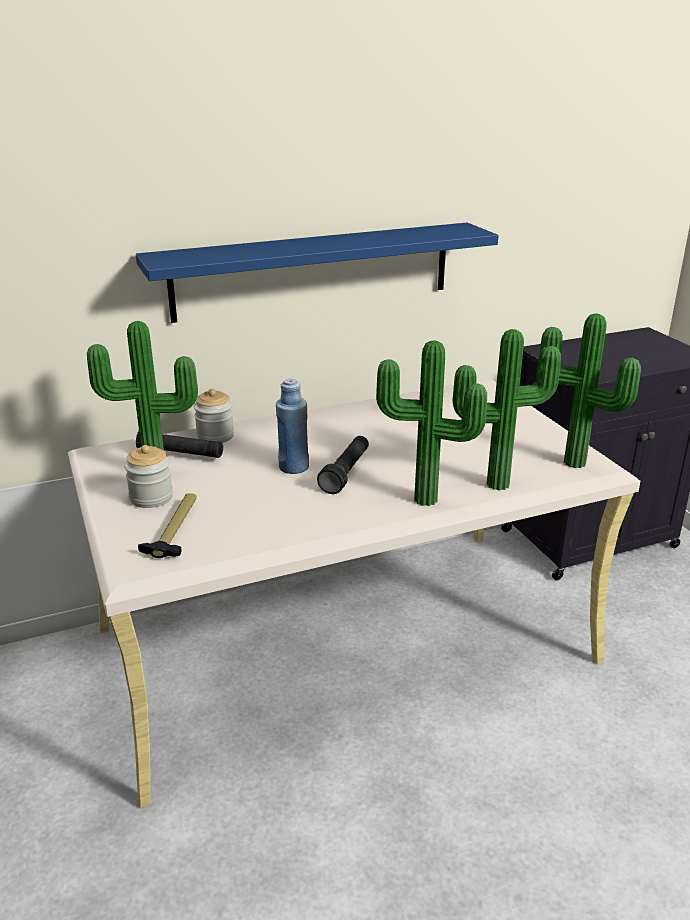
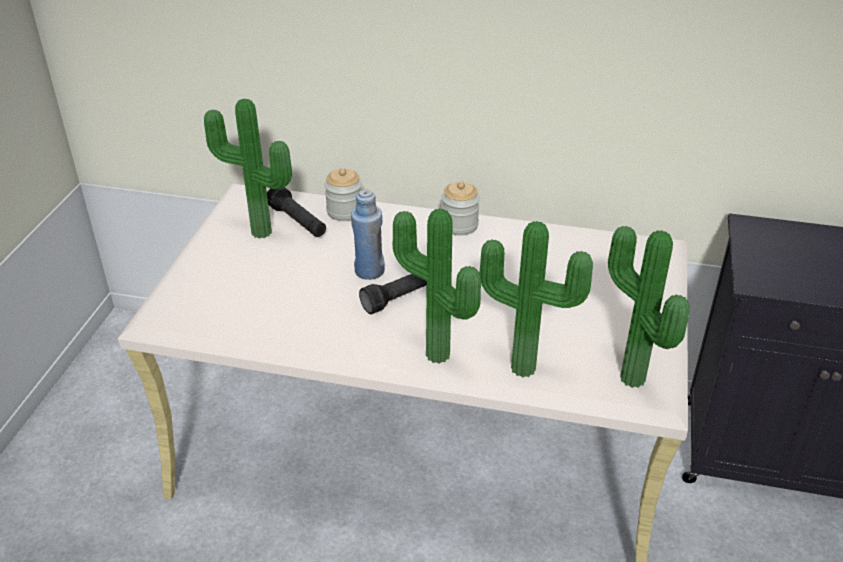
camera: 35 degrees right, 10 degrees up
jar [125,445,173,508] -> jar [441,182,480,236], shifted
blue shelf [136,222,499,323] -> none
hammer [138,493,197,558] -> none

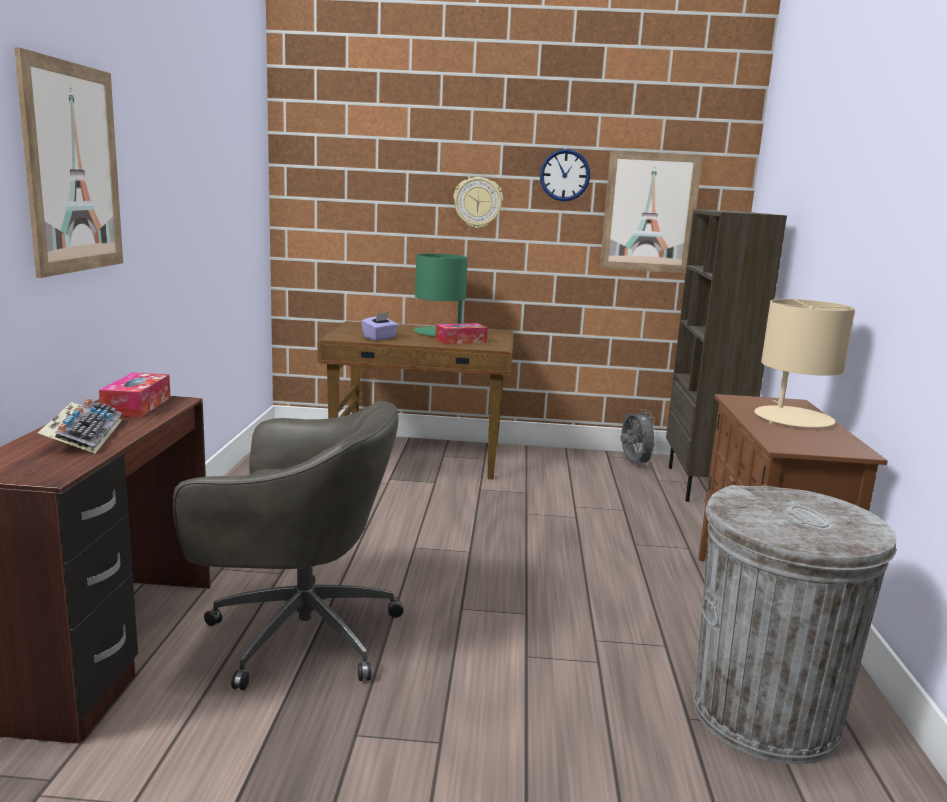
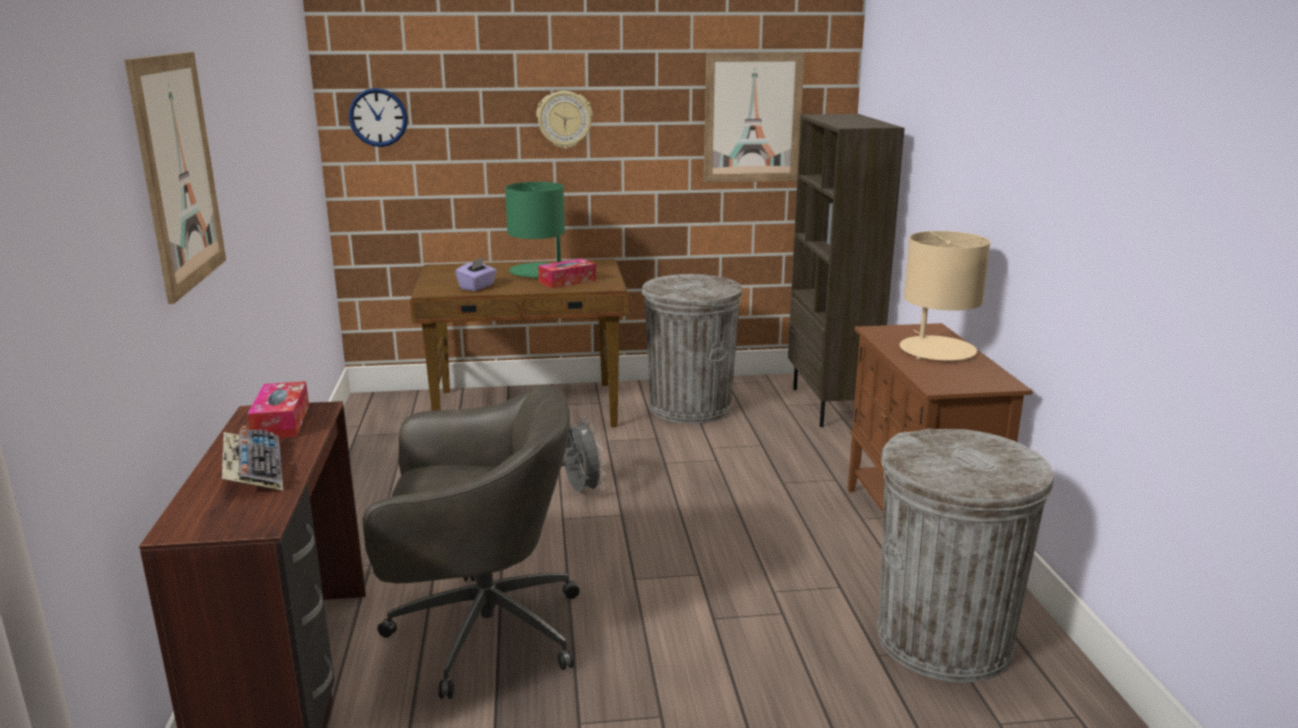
camera: 10 degrees left, 5 degrees up
wall clock [540,149,590,201] -> wall clock [349,88,408,147], shifted
grey fan [620,409,659,466] -> grey fan [561,417,606,494], shifted
none -> grey trash can [642,274,743,424]

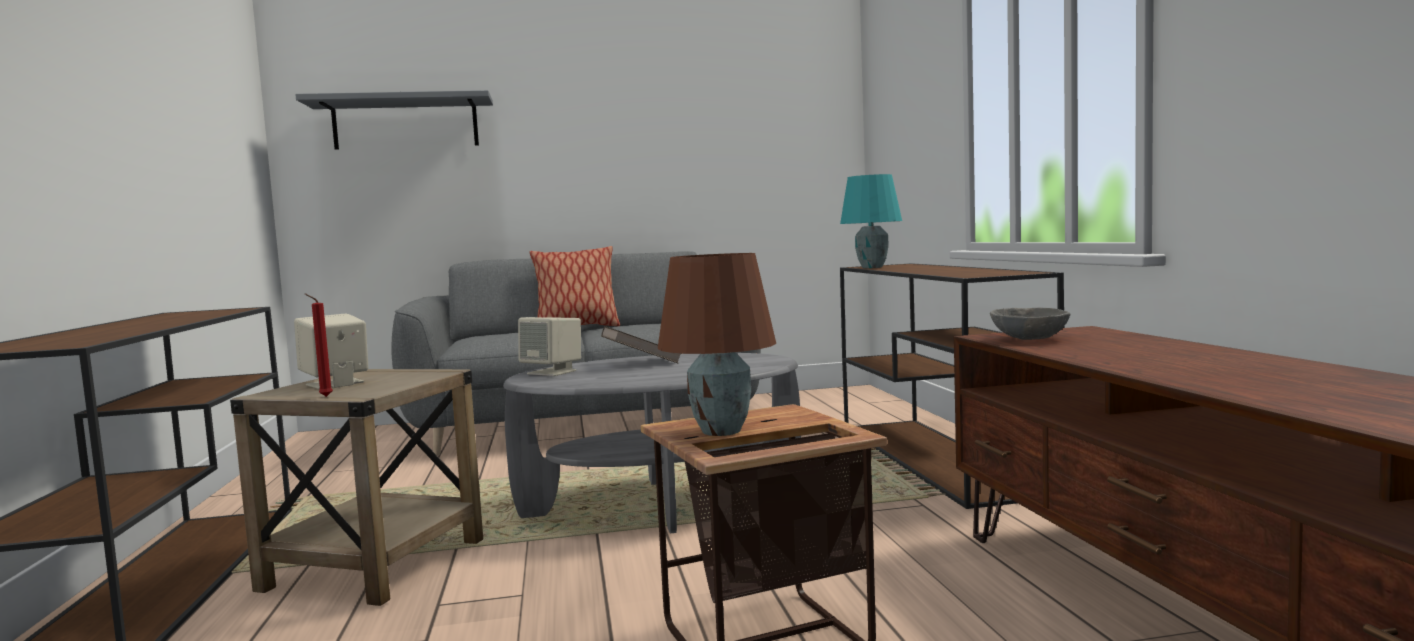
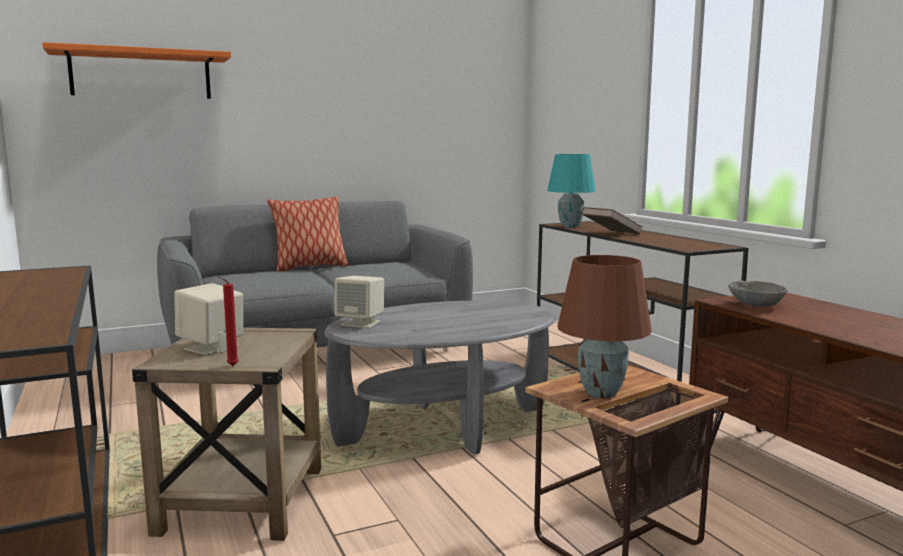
camera: 15 degrees left, 5 degrees up
grey shelf [295,90,493,150] -> orange shelf [42,42,231,99]
brown book [601,326,682,363] -> brown book [582,207,642,234], shifted

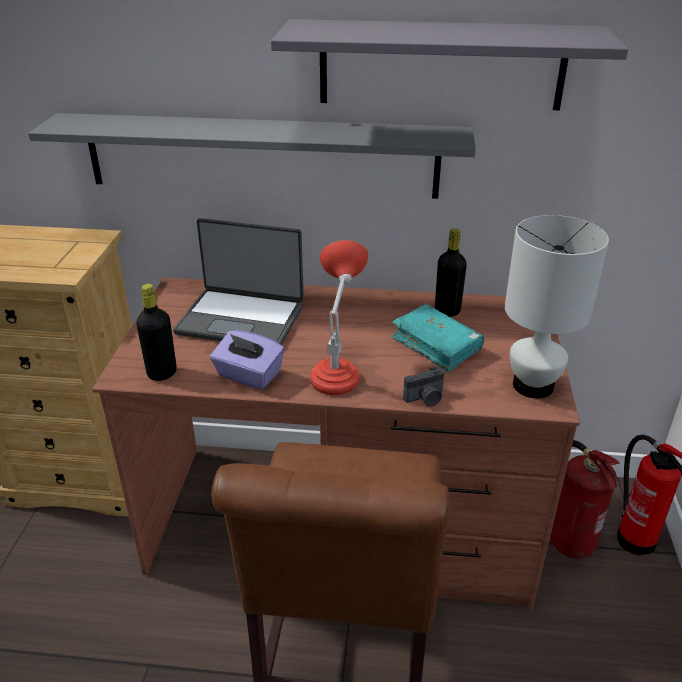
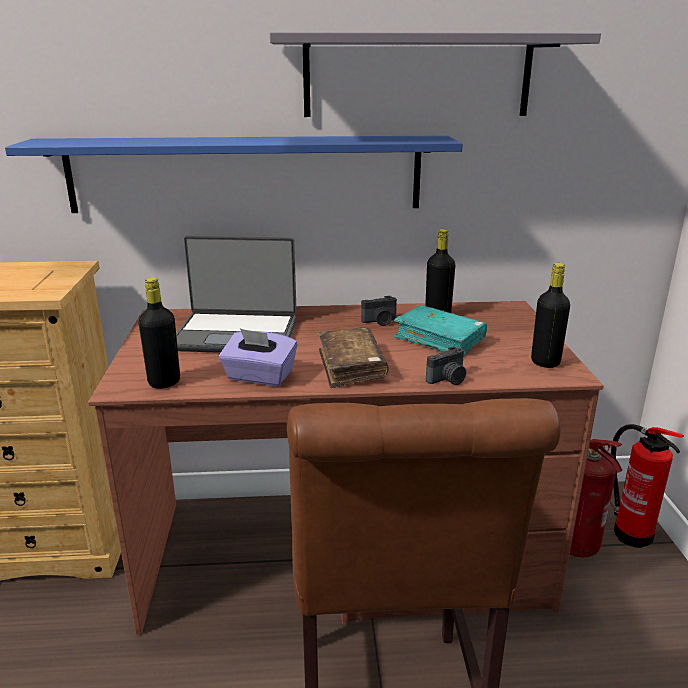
camera: 10 degrees left, 10 degrees down
grey shelf [28,113,476,199] -> blue shelf [5,135,463,213]
red table lamp [310,240,368,395] -> brown book [317,327,388,388]
white table lamp [505,215,609,399] -> black bottle [531,263,570,368]
none -> photo camera [361,296,397,326]

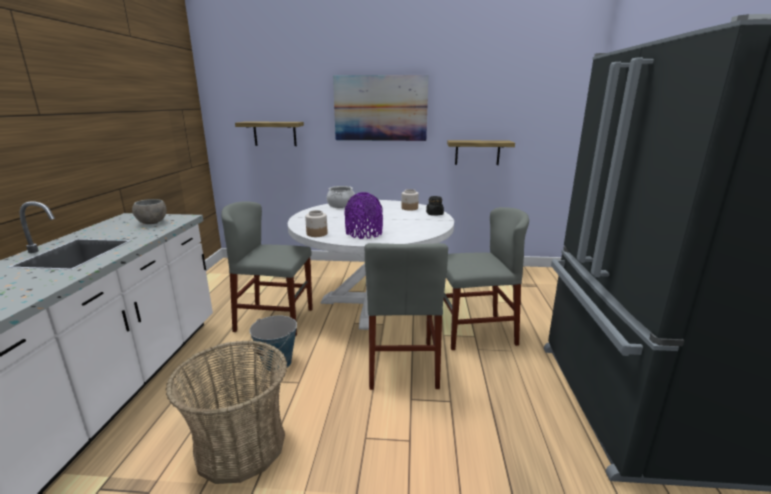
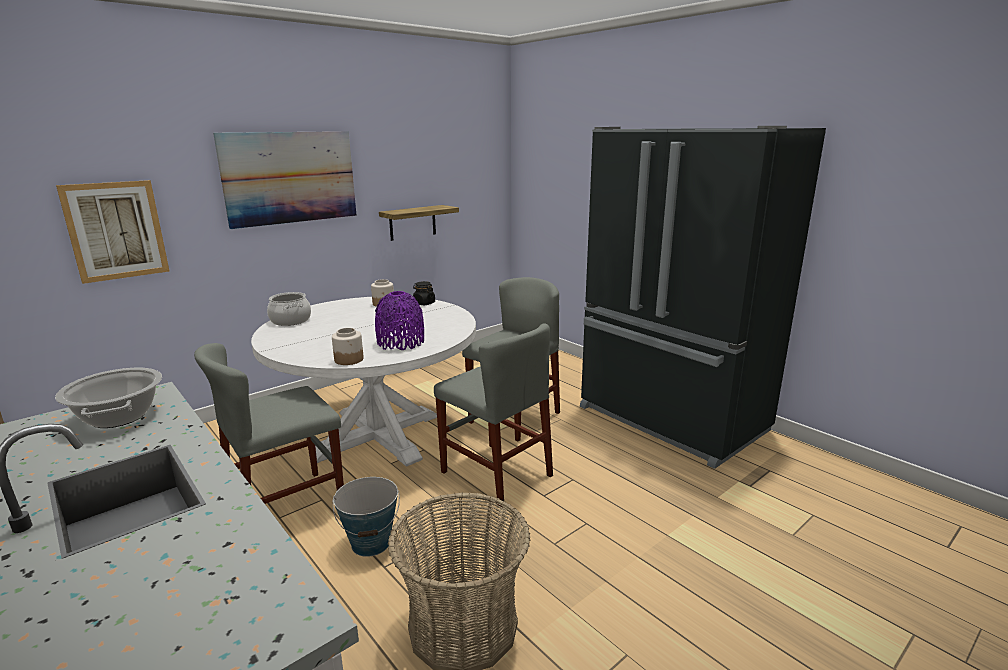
camera: 45 degrees left, 0 degrees up
grey bowl [132,199,167,224] -> cooking pot [55,368,162,428]
shelf [235,122,304,146] -> picture [56,180,170,284]

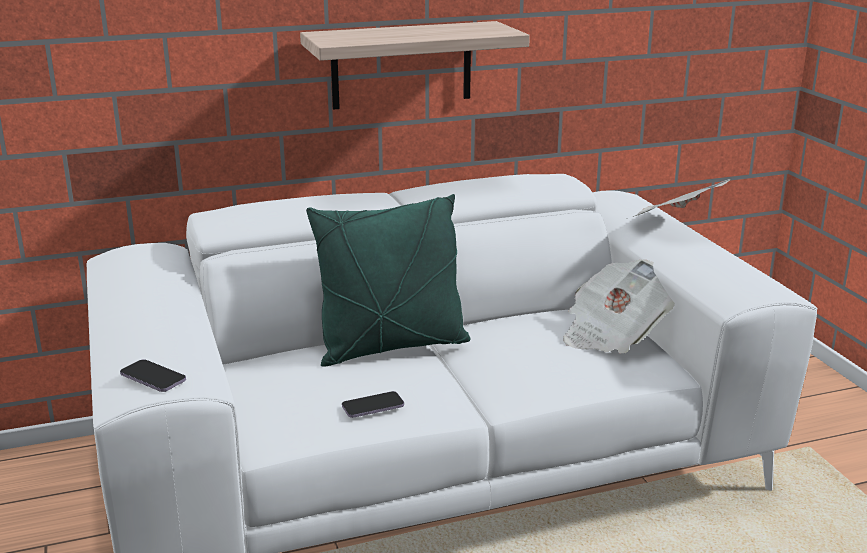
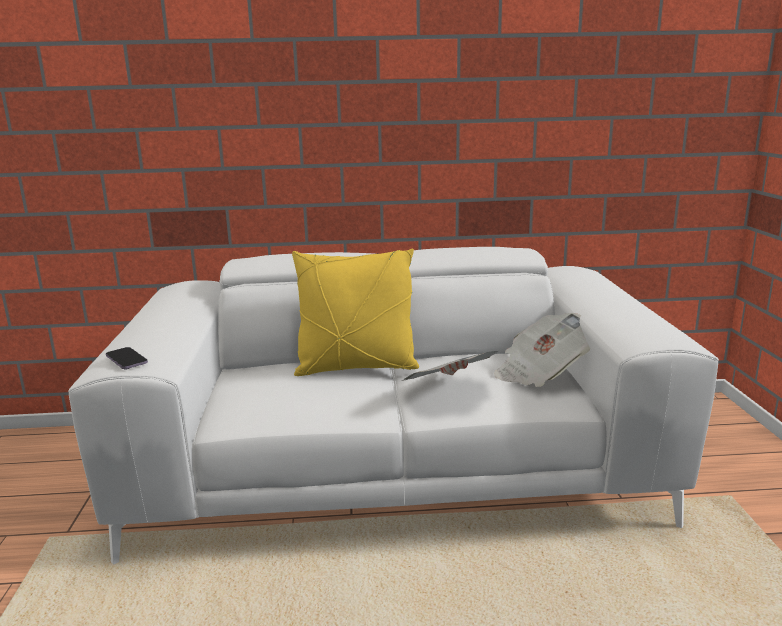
camera: 15 degrees right, 5 degrees down
shelf [300,21,530,110] -> none
green pillow [306,194,470,367] -> yellow pillow [292,249,419,376]
phone [342,391,404,418] -> none
newspaper [627,179,731,219] -> newspaper [402,351,499,381], shifted

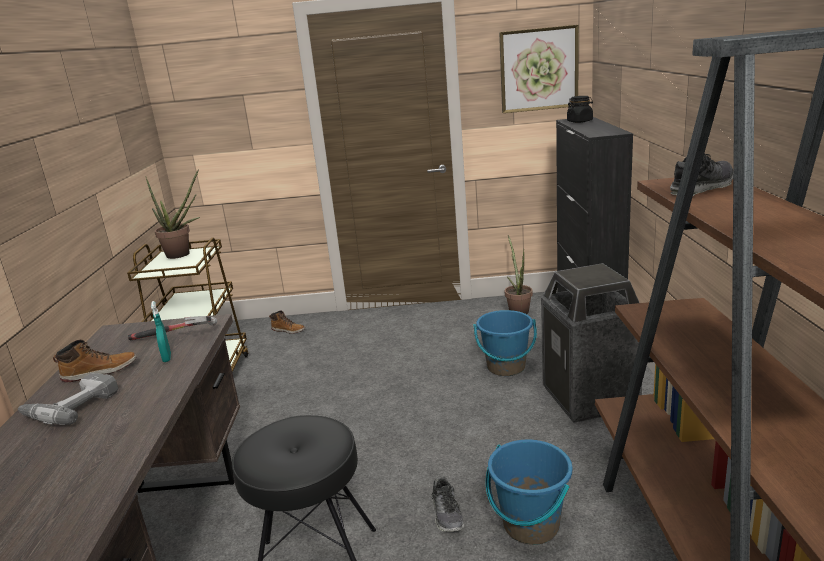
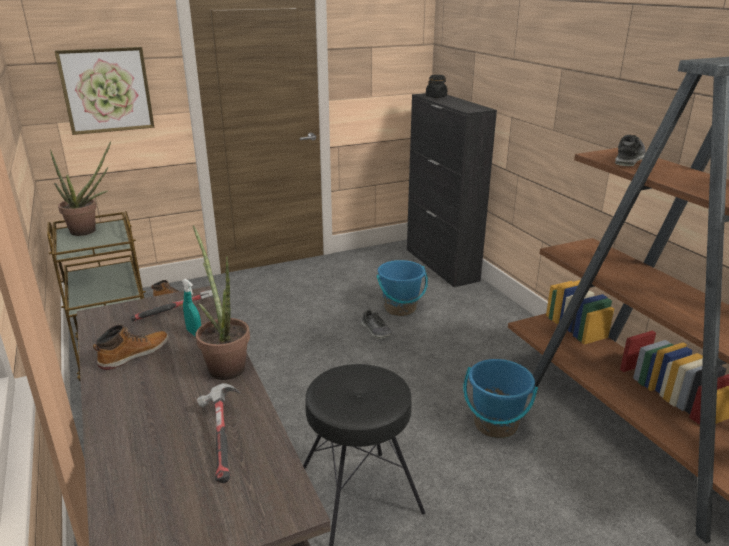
camera: 25 degrees left, 5 degrees up
power drill [18,373,118,425] -> none
shoe [432,476,464,532] -> shoe [361,309,392,339], shifted
picture [499,25,579,113] -> picture [55,47,154,135], shifted
potted plant [505,235,533,314] -> potted plant [193,225,250,380], shifted
trash can [541,263,642,423] -> none
none -> hammer [197,383,242,483]

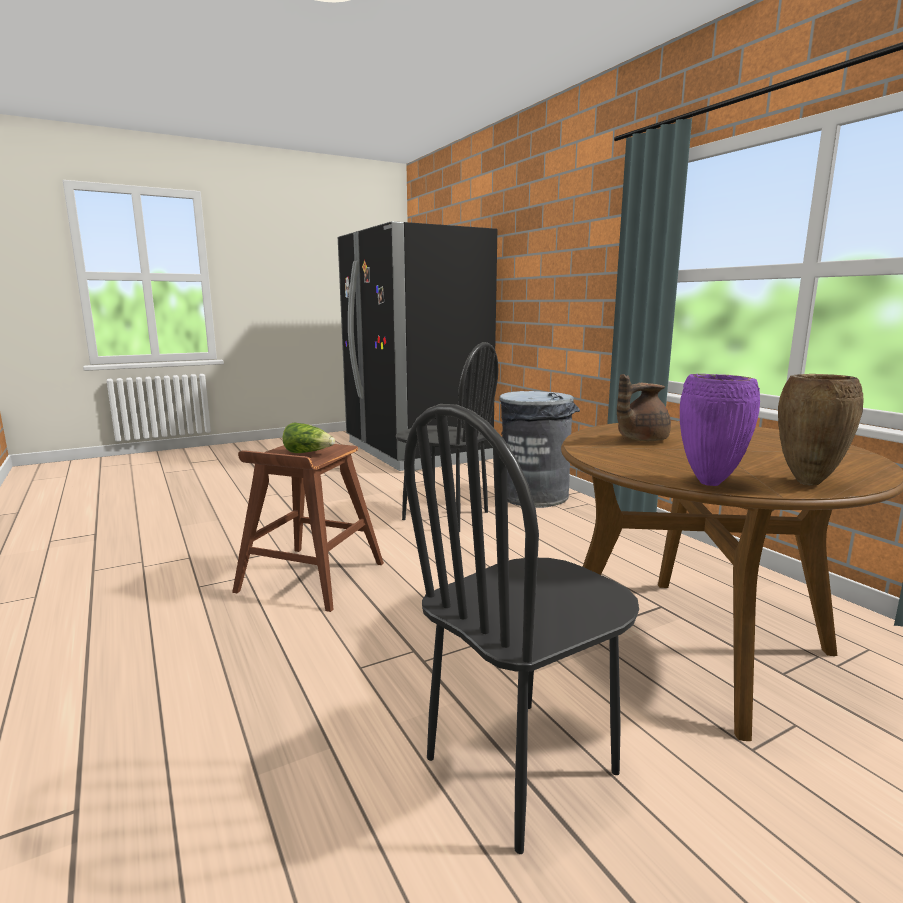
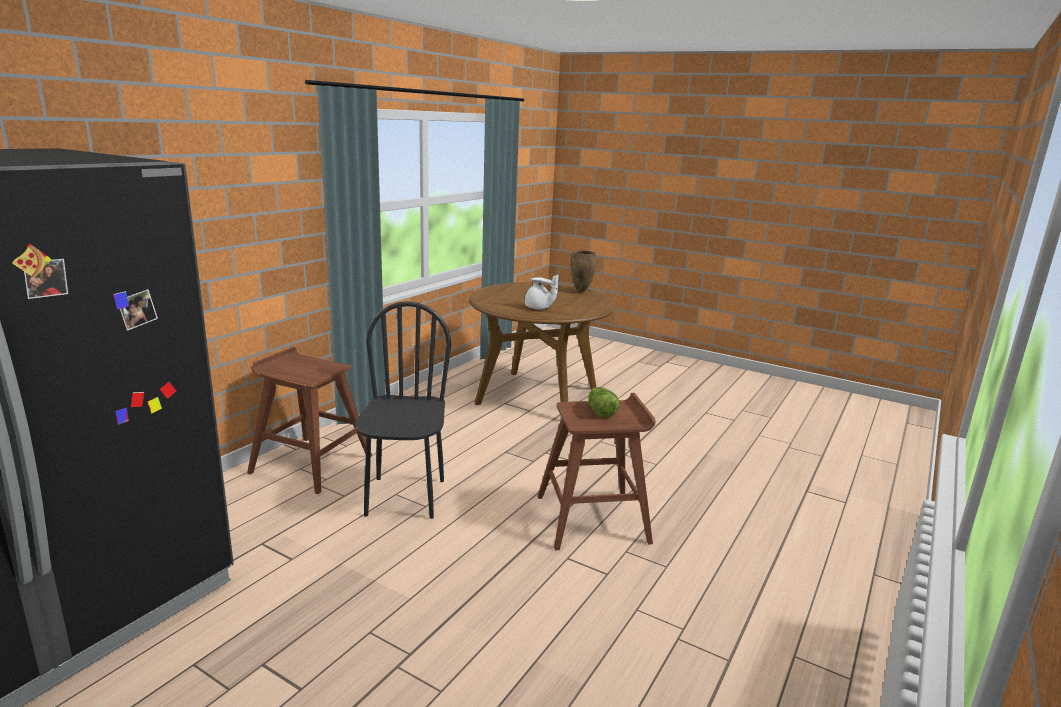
camera: 120 degrees left, 5 degrees up
black chair [404,404,639,854] -> none
grey trash can [499,391,580,508] -> brown stool [247,347,372,494]
brown teapot [617,374,671,441] -> white teapot [525,275,558,309]
purple vase [680,374,760,486] -> none

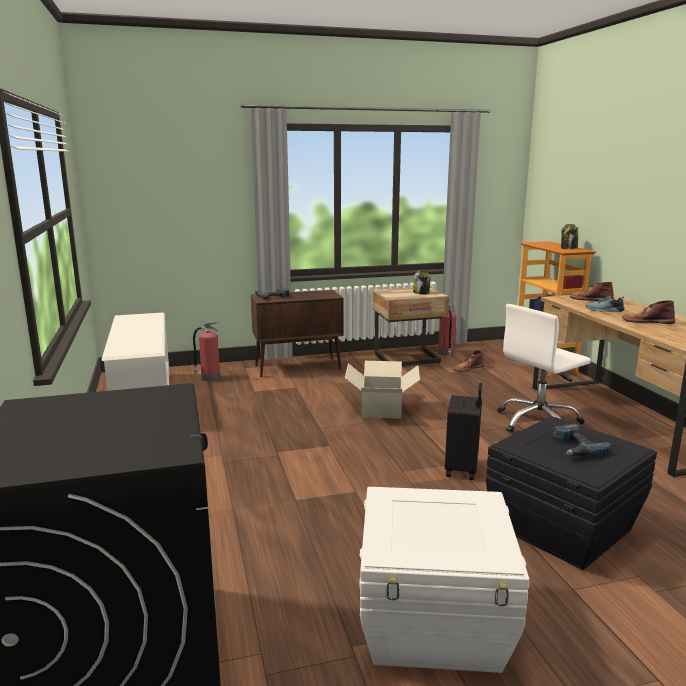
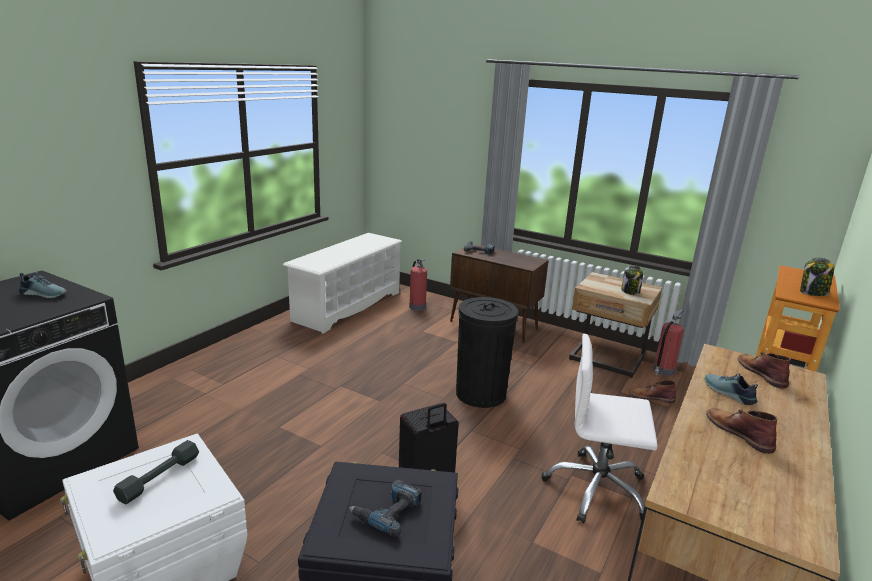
camera: 45 degrees right, 5 degrees up
cardboard box [345,361,420,419] -> black trash can [456,297,518,408]
none -> shoe [19,272,67,298]
none -> grey dumbbell [113,440,199,504]

